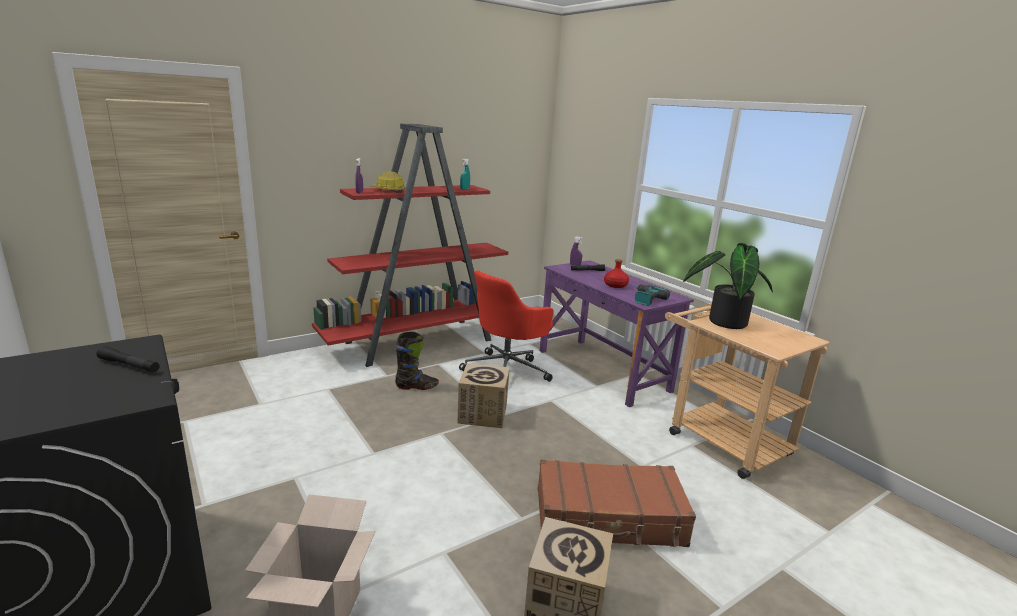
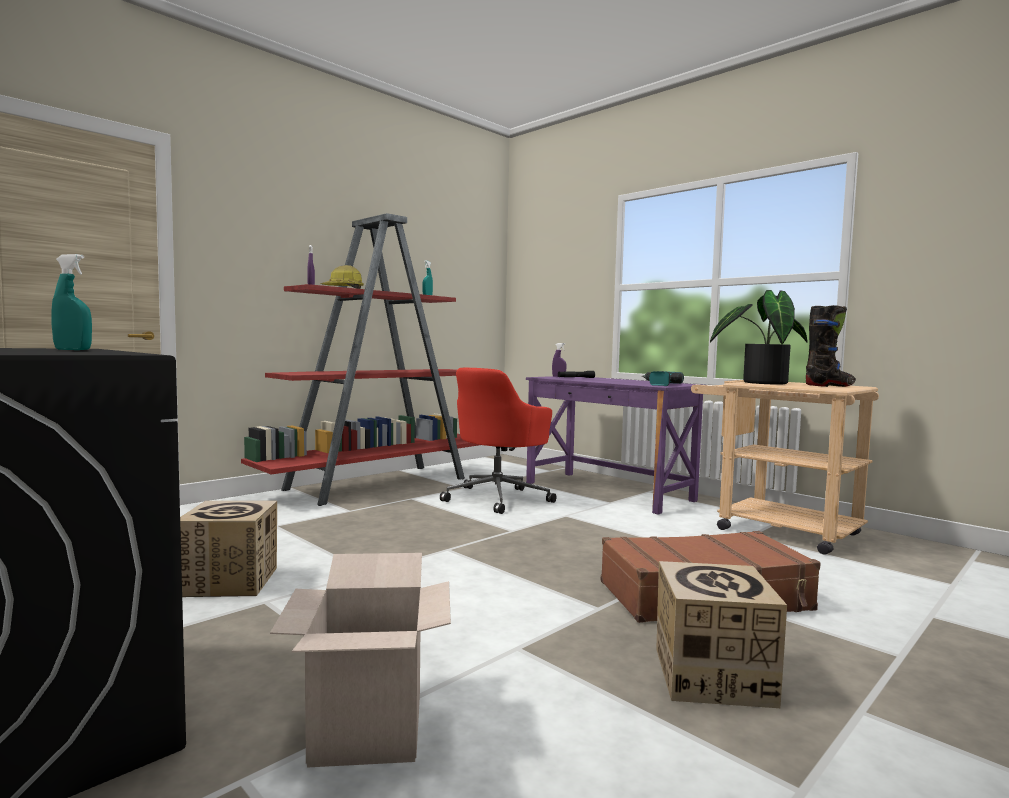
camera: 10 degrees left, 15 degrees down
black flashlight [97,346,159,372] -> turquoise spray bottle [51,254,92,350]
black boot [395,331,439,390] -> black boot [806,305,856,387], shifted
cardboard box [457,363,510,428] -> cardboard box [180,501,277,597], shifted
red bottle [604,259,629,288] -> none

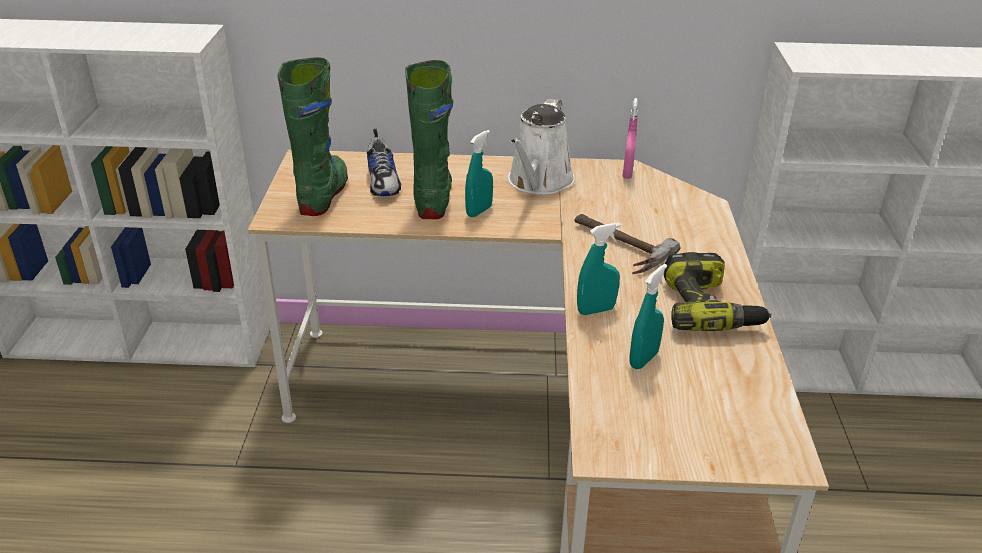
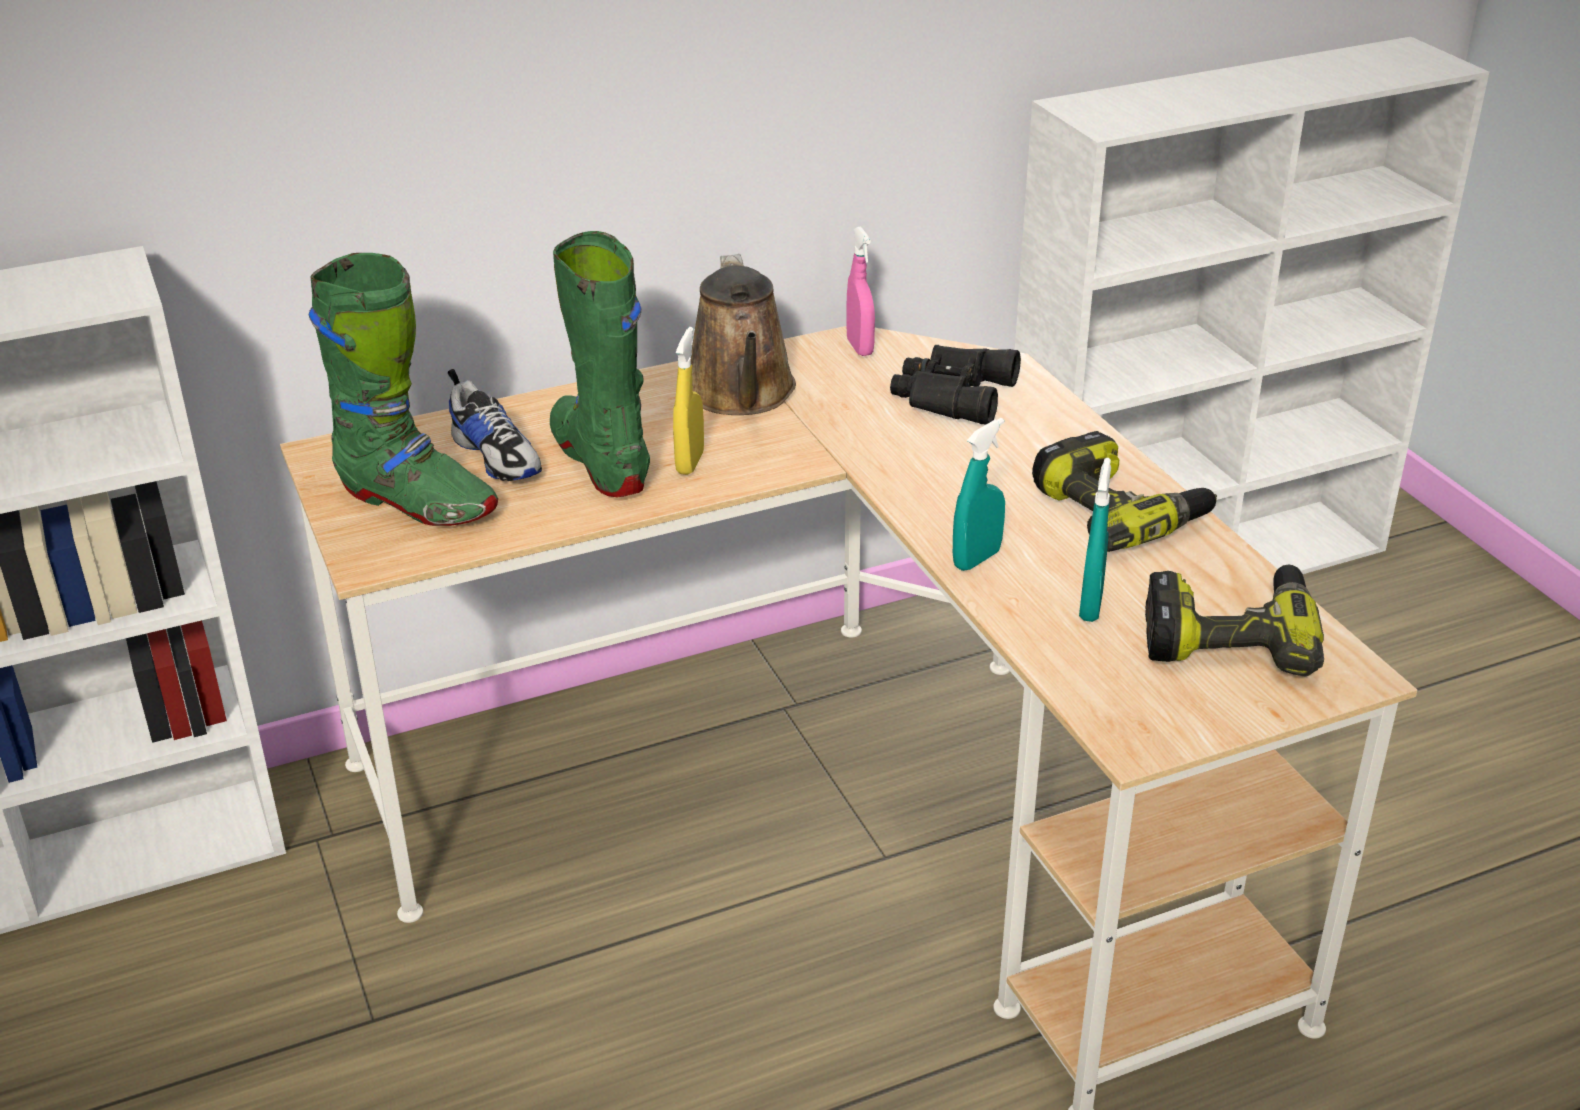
camera: 25 degrees left, 0 degrees up
green boot [277,57,348,216] -> green boot [309,253,498,526], 135 degrees clockwise
turquoise spray bottle [465,130,493,217] -> yellow spray bottle [673,327,704,475]
white watering can [508,99,575,195] -> brown watering can [691,254,796,415]
hammer [574,214,681,274] -> none
none -> black binoculars [890,345,1021,424]
none -> power drill [1145,564,1324,677]

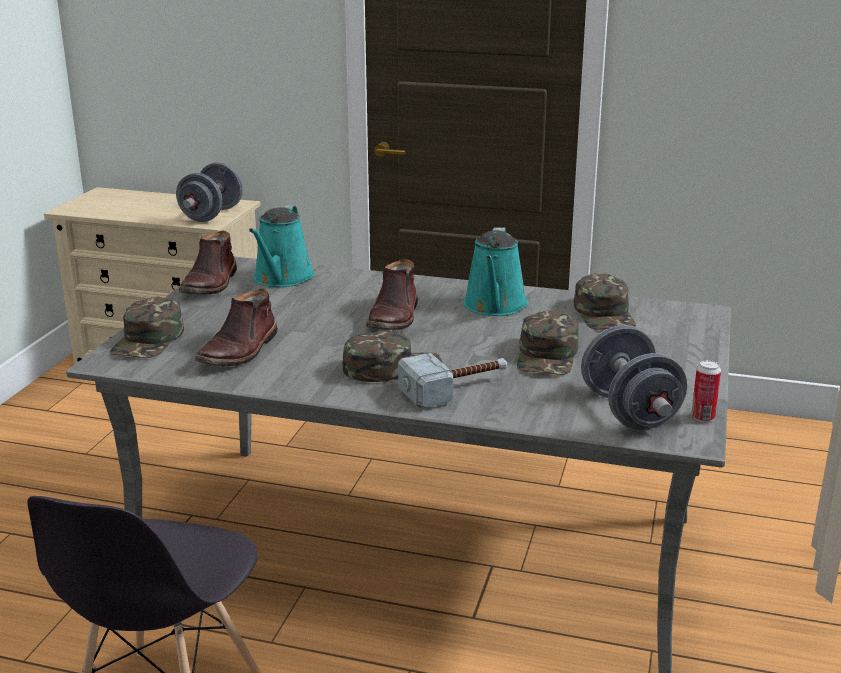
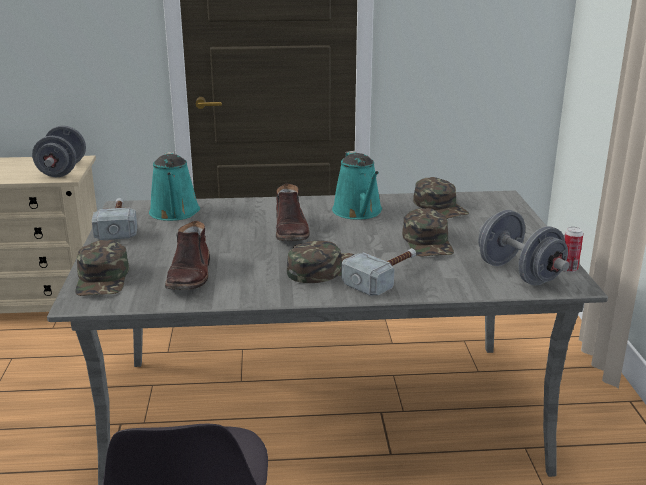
camera: 20 degrees left, 0 degrees up
brown boot [179,230,237,294] -> hammer [92,198,137,240]

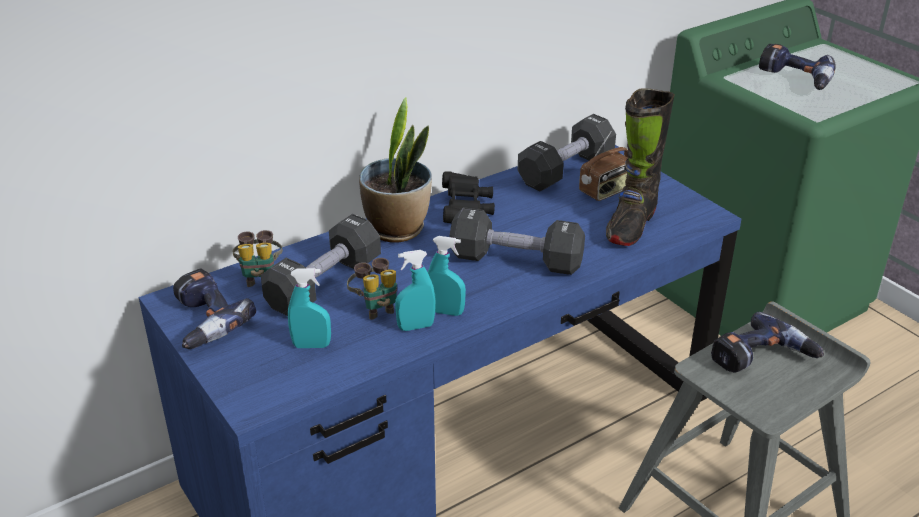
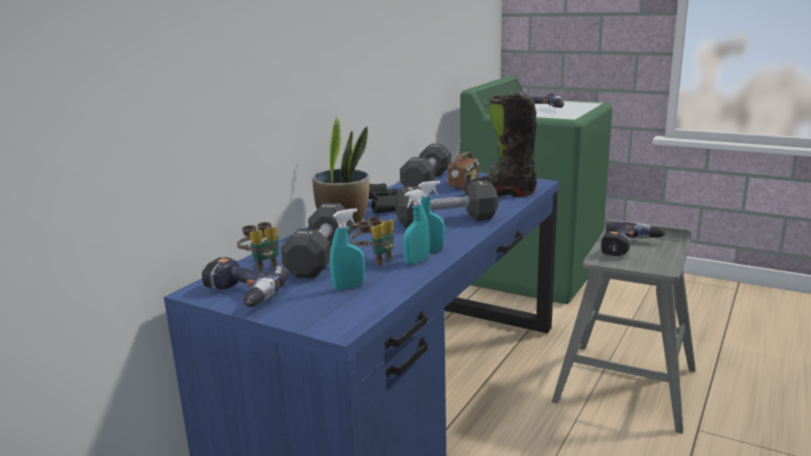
camera: 25 degrees left, 15 degrees down
black boot [606,88,675,246] -> black boot [462,95,537,197], 90 degrees clockwise

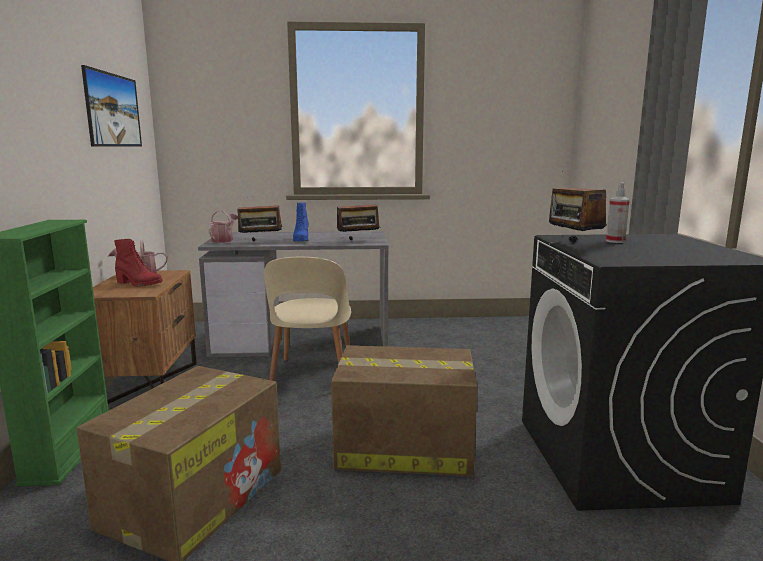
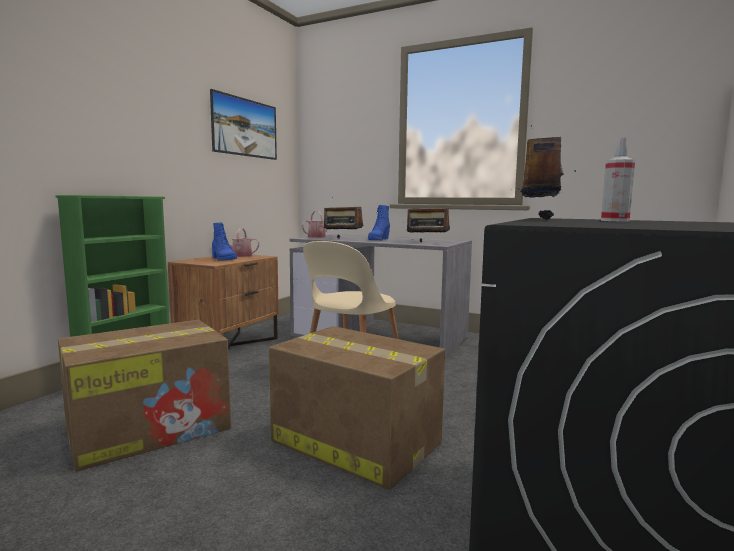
camera: 30 degrees right, 5 degrees down
red boot [114,239,163,287] -> blue boot [212,222,237,261]

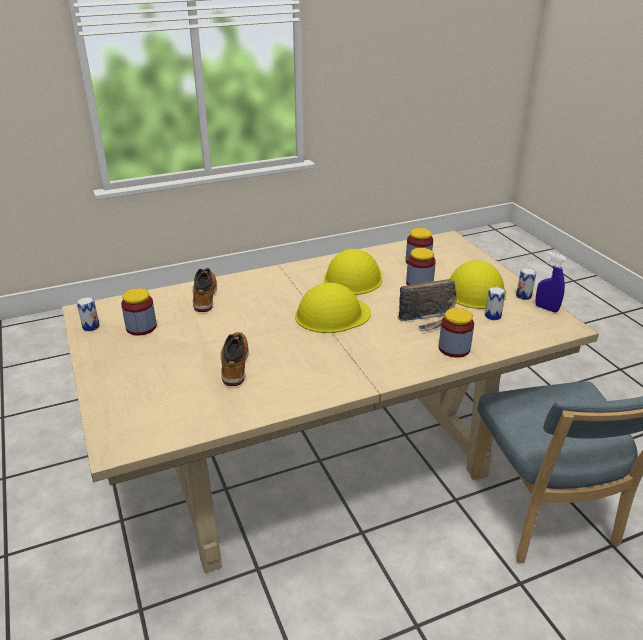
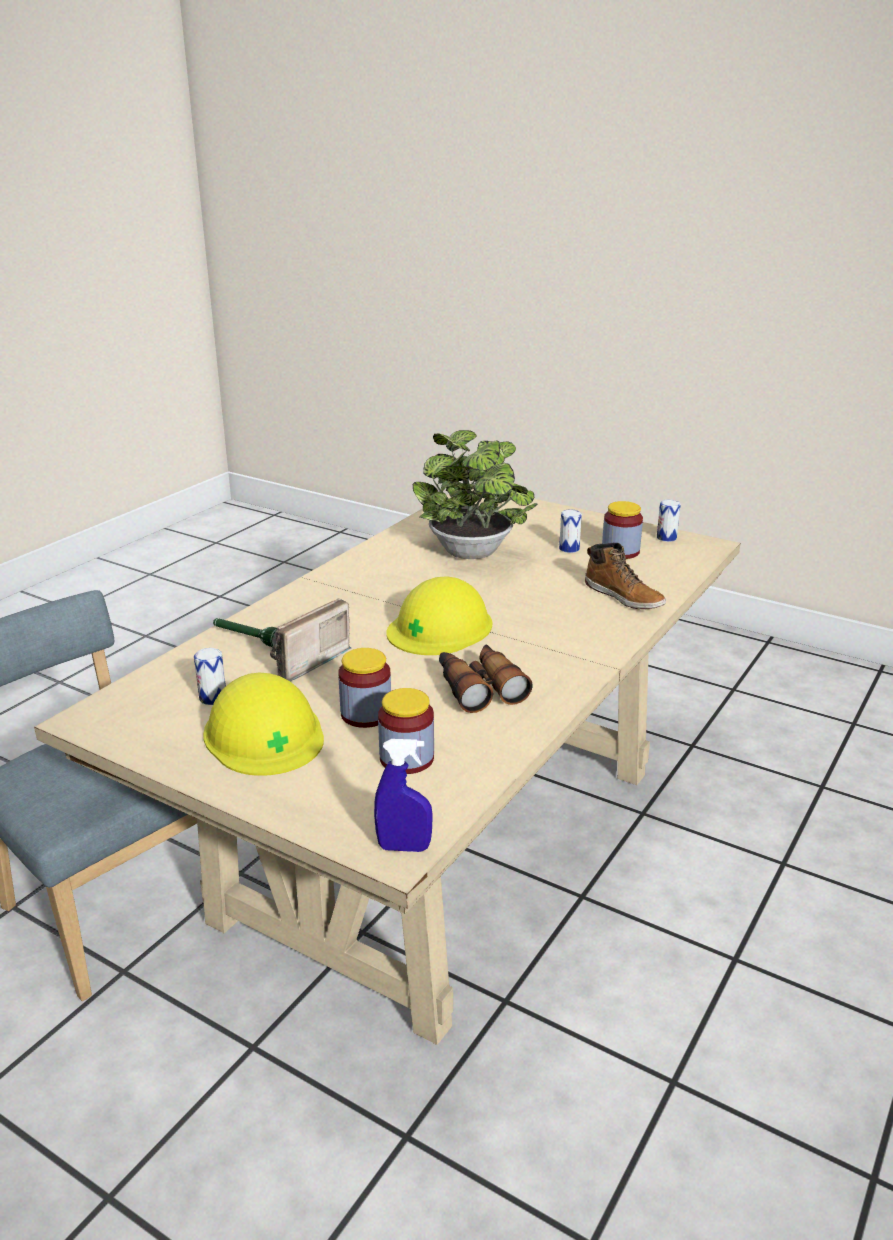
camera: 145 degrees right, 5 degrees down
boot [220,332,249,386] -> potted plant [413,430,538,559]
yellow hard hat [324,249,383,295] -> binoculars [439,644,533,713]
jar [439,308,474,358] -> green flashlight [213,618,277,647]
can [516,268,536,300] -> can [559,509,582,553], shifted
blue spray bottle [535,252,566,313] -> blue spray bottle [374,739,433,852], shifted

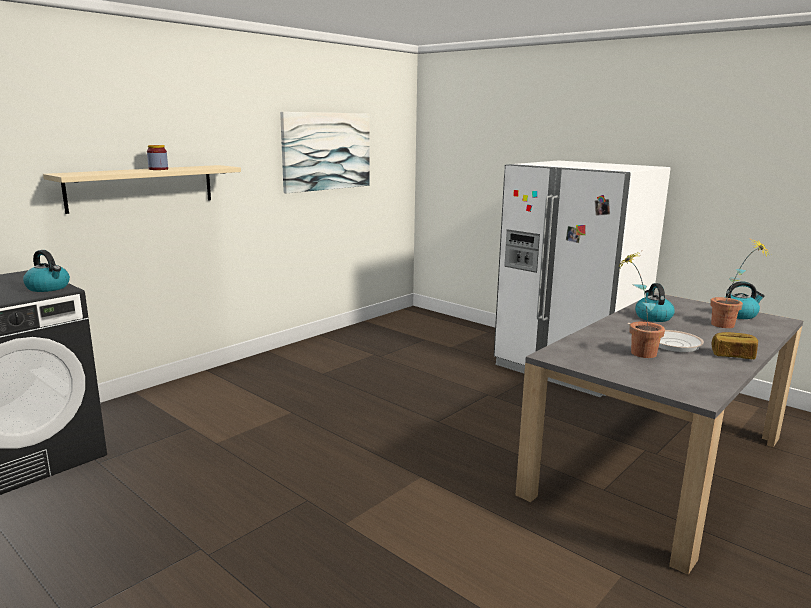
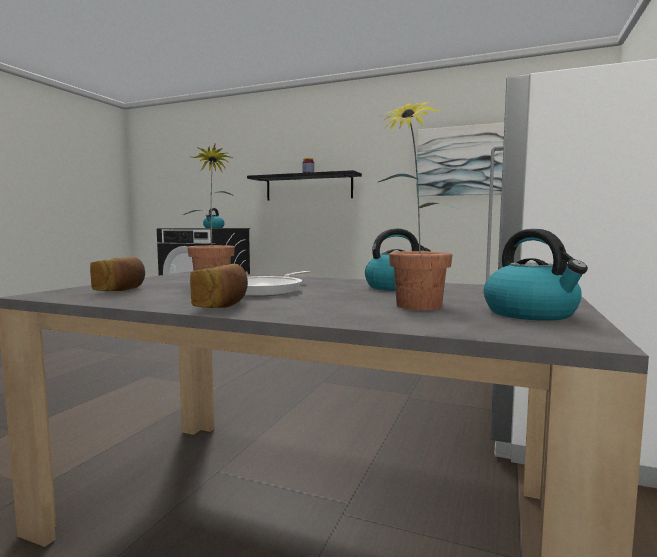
camera: 70 degrees right, 10 degrees down
beige shelf [43,165,241,214] -> black shelf [247,170,362,200]
none -> bread [90,257,145,291]

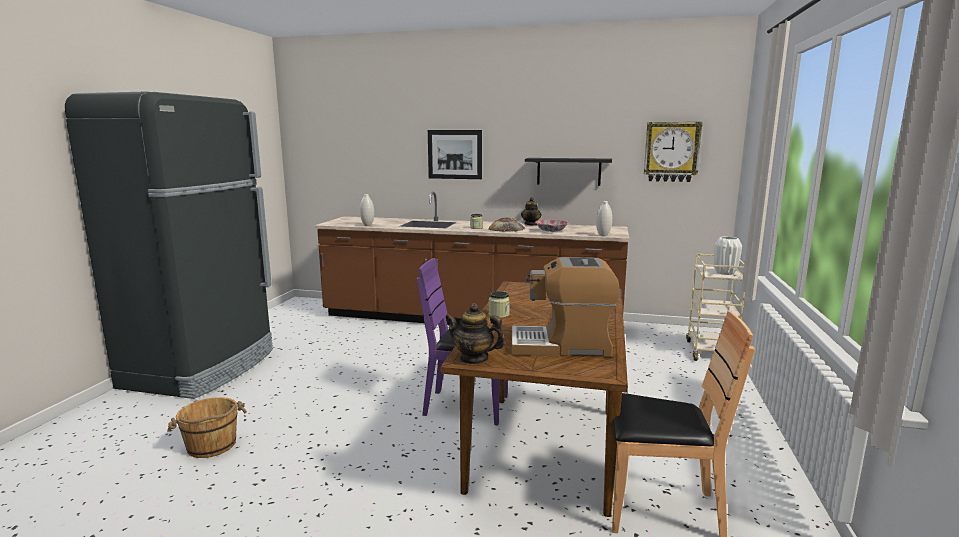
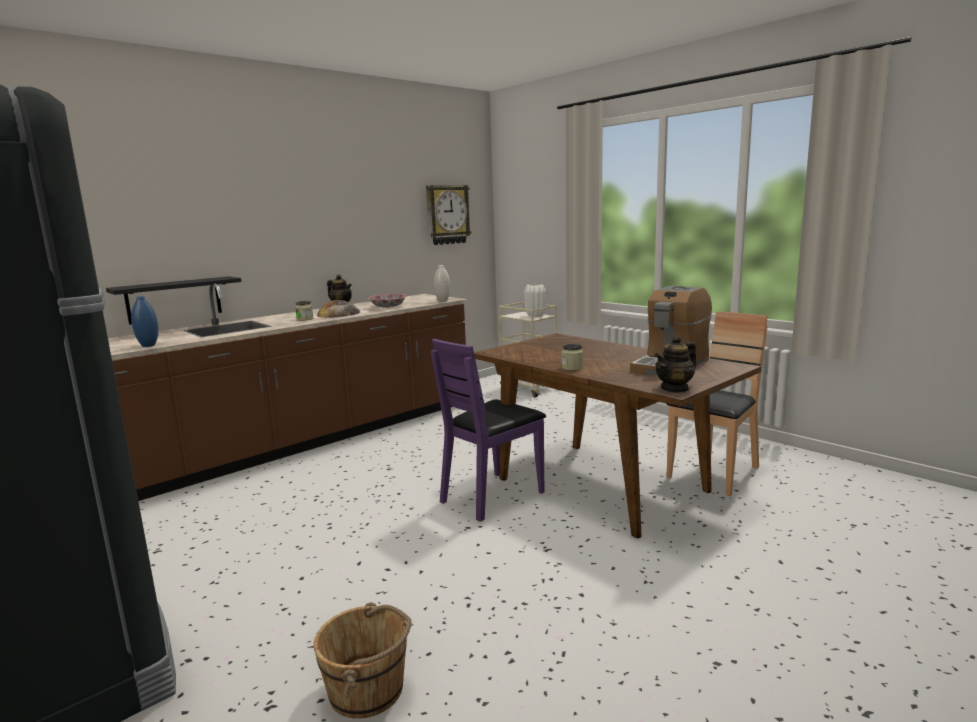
camera: 55 degrees left, 0 degrees up
white vase [360,194,374,226] -> blue vase [131,296,158,347]
picture [428,130,482,179] -> none
black shelf [525,158,612,186] -> black shelf [106,276,241,325], shifted

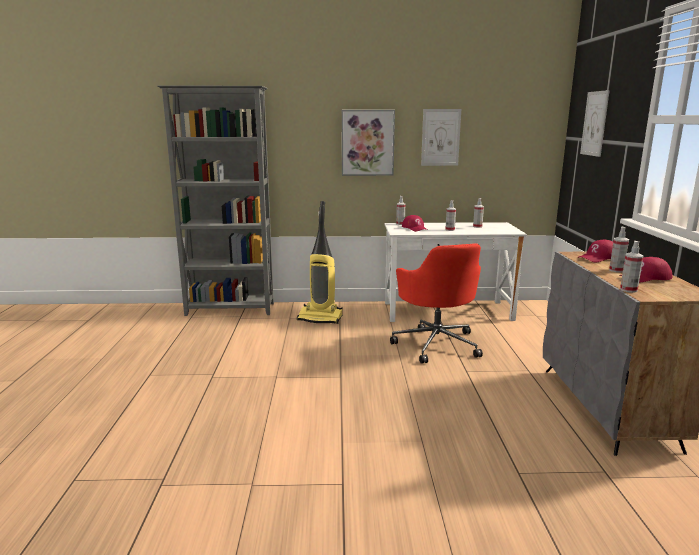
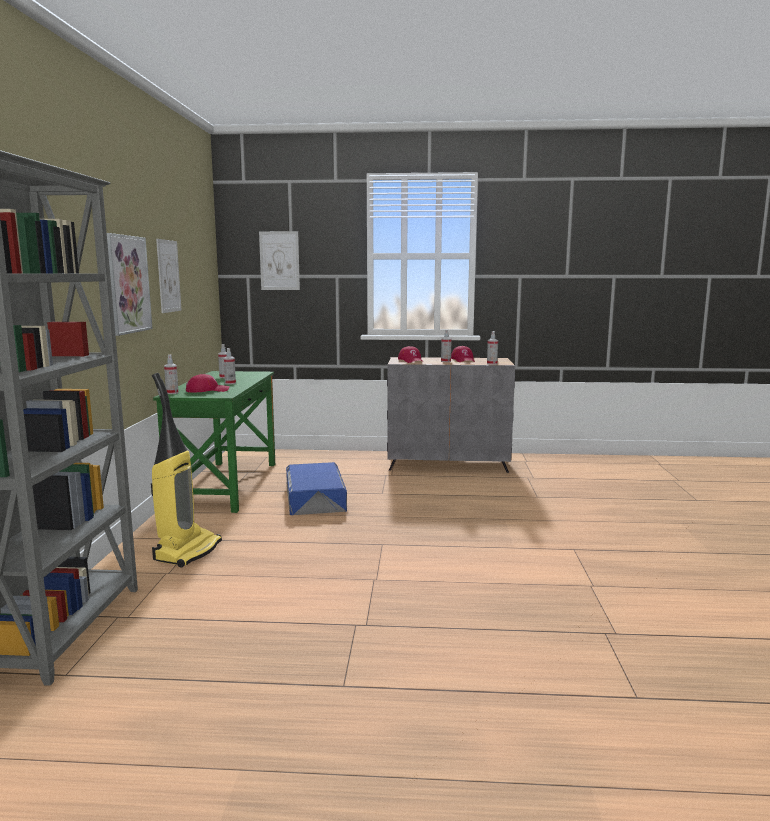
camera: 85 degrees left, 5 degrees down
white desk [384,222,527,322] -> green desk [153,371,275,513]
red office chair [390,243,483,364] -> blue storage box [286,462,347,515]

